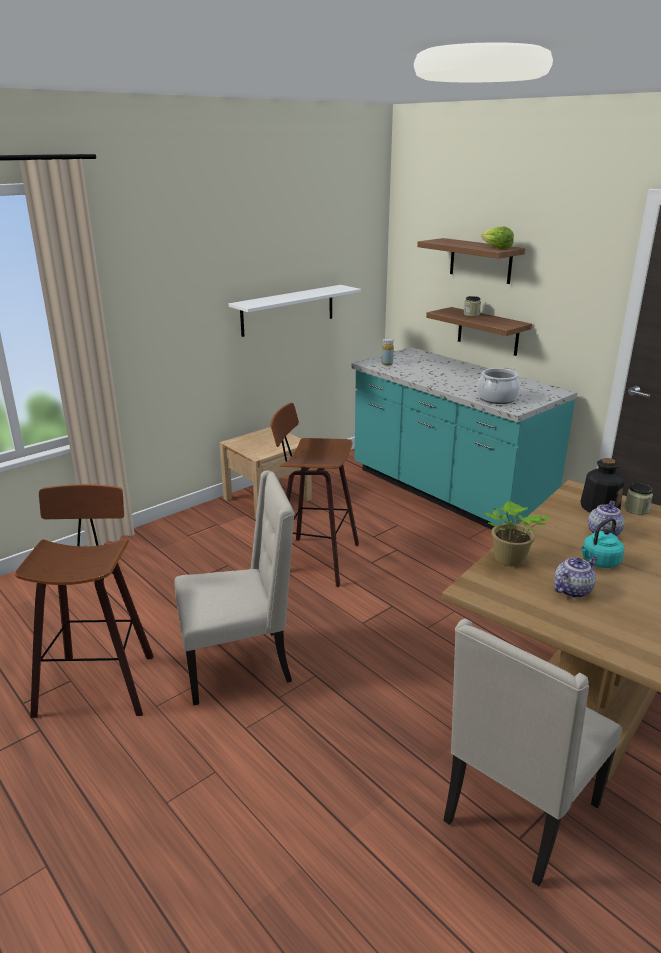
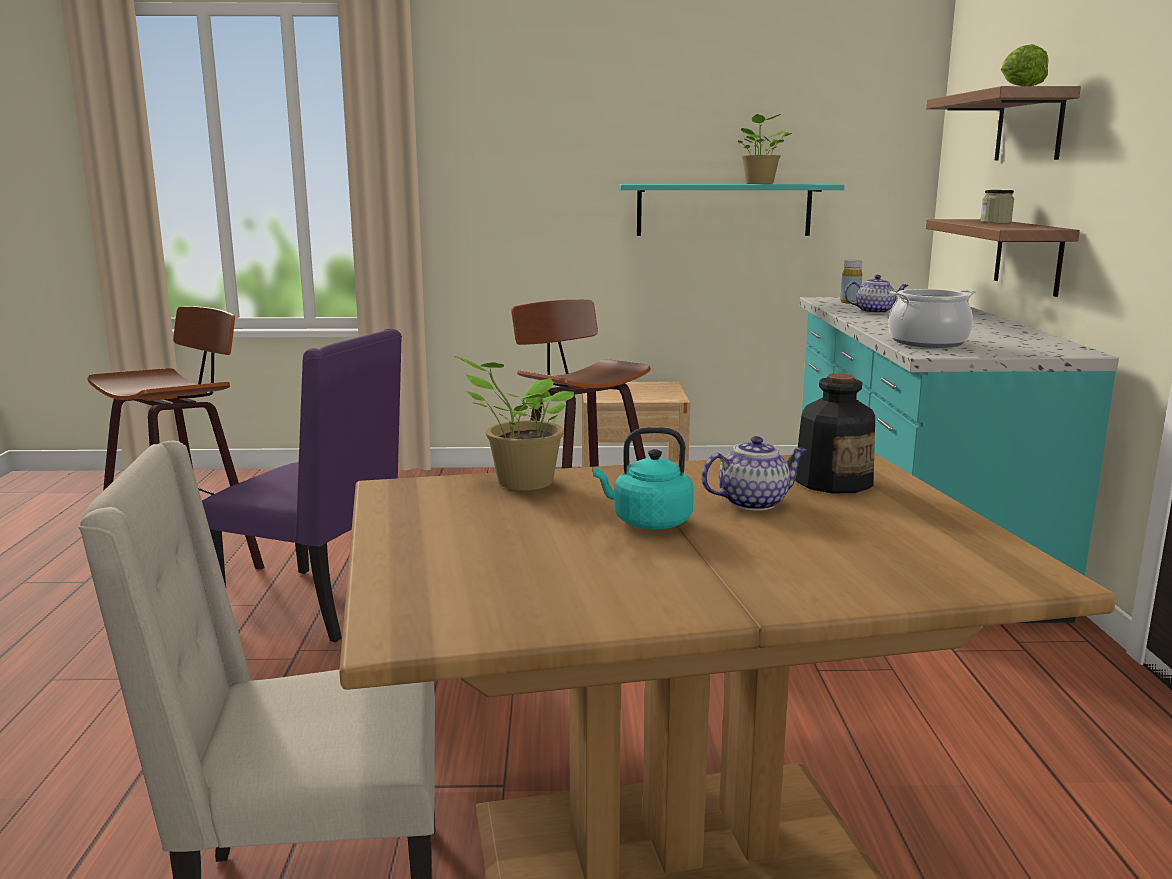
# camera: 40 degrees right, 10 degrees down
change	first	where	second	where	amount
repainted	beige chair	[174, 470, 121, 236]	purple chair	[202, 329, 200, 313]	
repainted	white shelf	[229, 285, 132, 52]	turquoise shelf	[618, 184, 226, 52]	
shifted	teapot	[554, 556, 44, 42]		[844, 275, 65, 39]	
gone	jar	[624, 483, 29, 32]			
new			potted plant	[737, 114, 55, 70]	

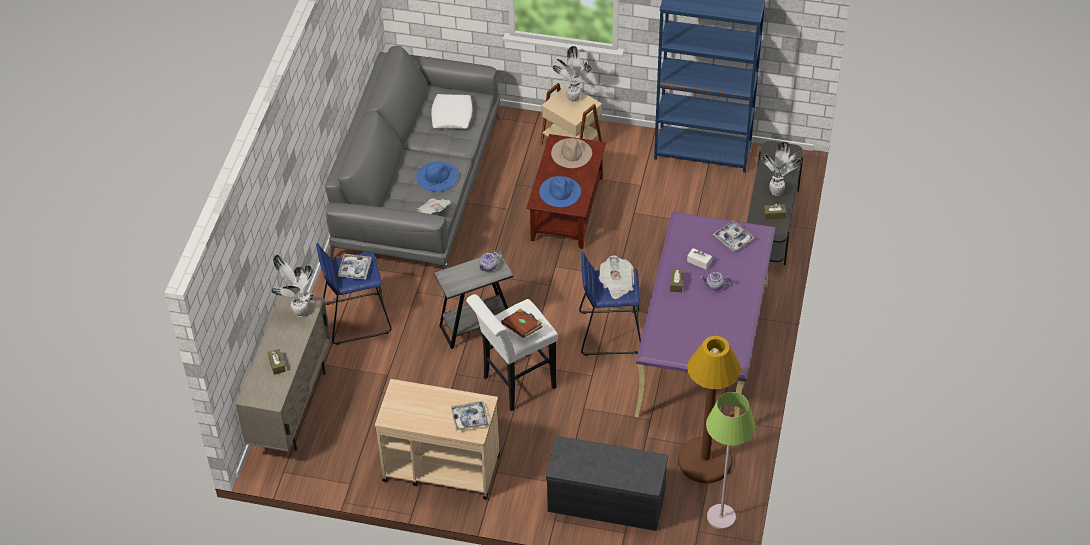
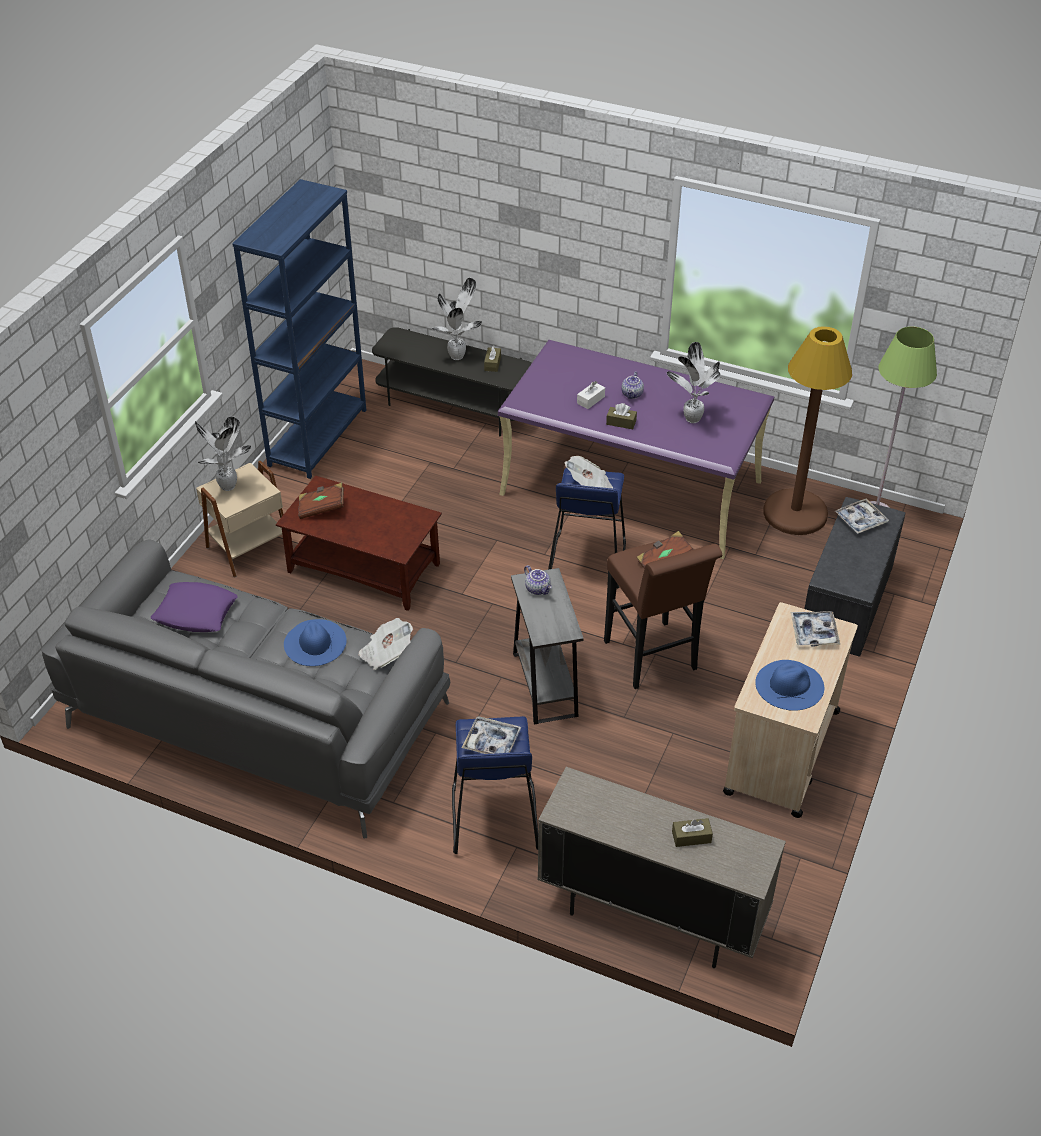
# camera: 80 degrees left, 5 degrees down
change	first	where	second	where	amount
shifted	potted plant	[271, 255, 43, 62]		[667, 342, 54, 81]	
repainted	white pillow	[431, 94, 41, 35]	purple pillow	[151, 582, 87, 50]	
repainted	white stool	[466, 294, 92, 117]	brown stool	[604, 540, 119, 149]	
shifted	blue hat	[539, 176, 42, 31]		[755, 660, 69, 51]	
swapped	beige hat	[551, 138, 41, 30]	brown book	[298, 483, 46, 36]	
shifted	tray	[713, 221, 42, 31]		[834, 499, 55, 35]	

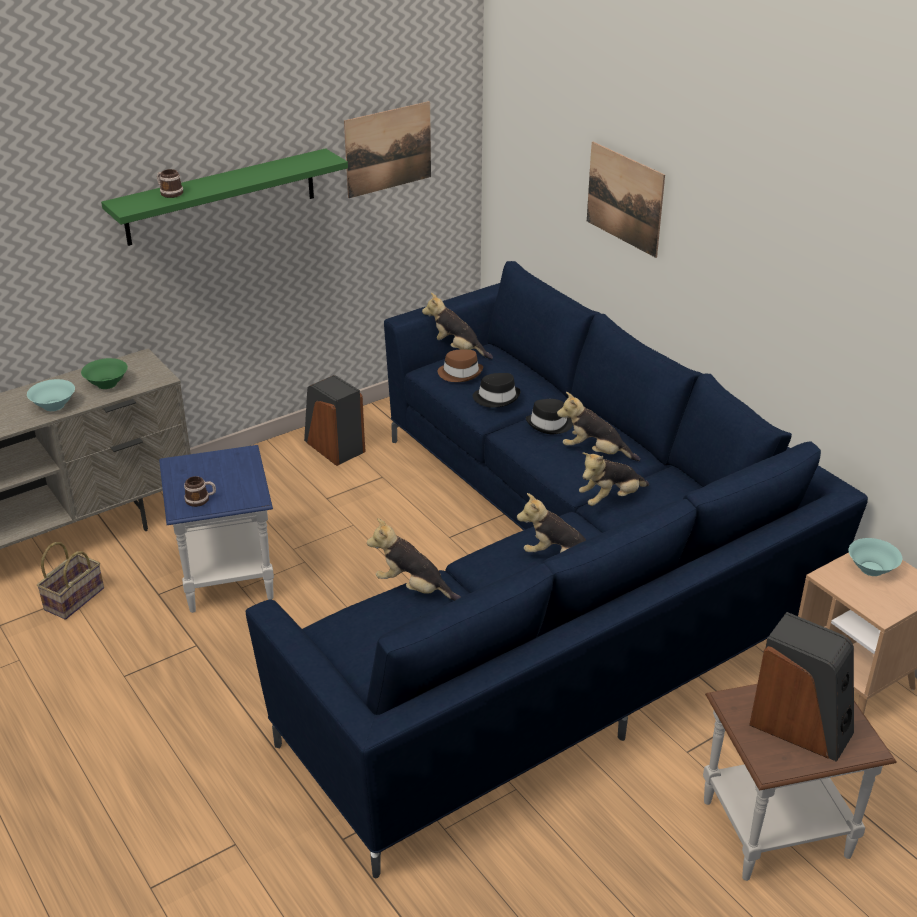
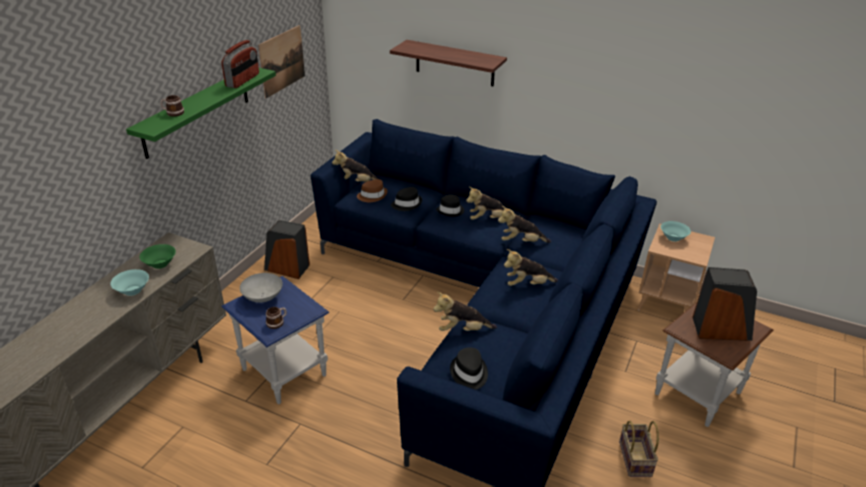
# camera: 30 degrees left, 0 degrees up
change	first	where	second	where	amount
shifted	basket	[37, 542, 67, 78]		[619, 421, 40, 56]	
rotated	plush toy	[579, 452, 70, 54]		[498, 206, 53, 37]	60 degrees clockwise
swapped	picture	[587, 142, 78, 116]	shelf	[390, 40, 117, 46]	
new			radio	[222, 40, 37, 48]	
new			grey bowl	[240, 273, 43, 30]	
new			black hat	[450, 347, 38, 43]	

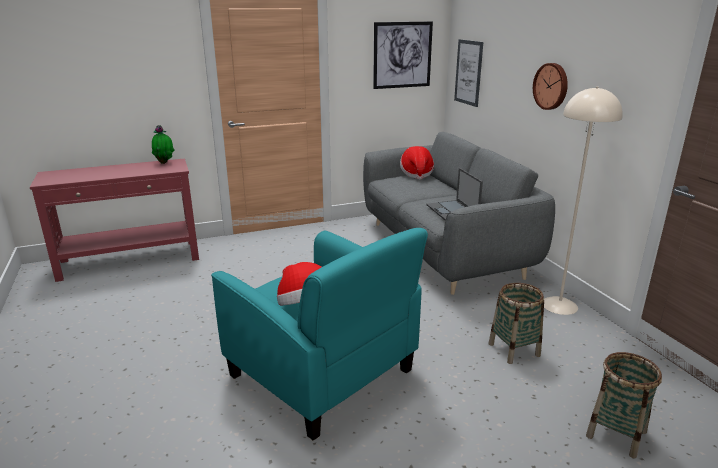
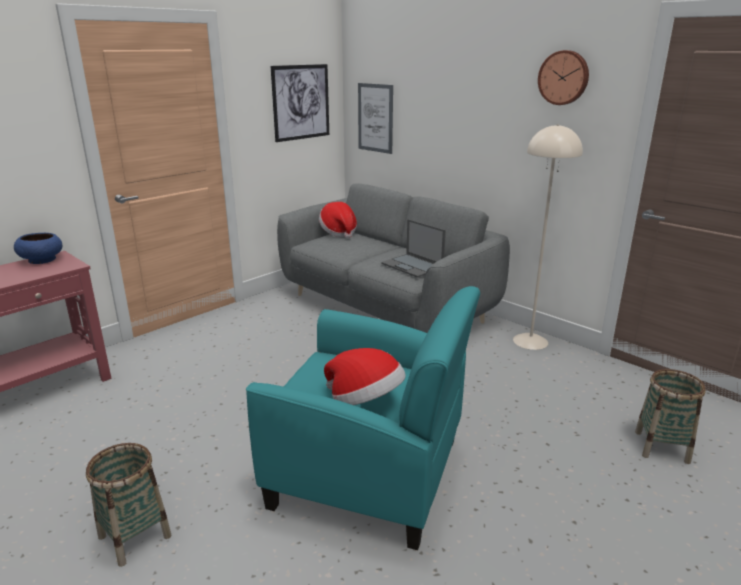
# camera: 25 degrees left, 0 degrees up
change	first	where	second	where	amount
swapped	potted plant	[152, 125, 22, 39]	blue bowl	[14, 233, 48, 31]	
shifted	basket	[488, 283, 56, 81]		[86, 443, 85, 124]	
shifted	wall clock	[533, 63, 35, 47]		[538, 50, 51, 55]	

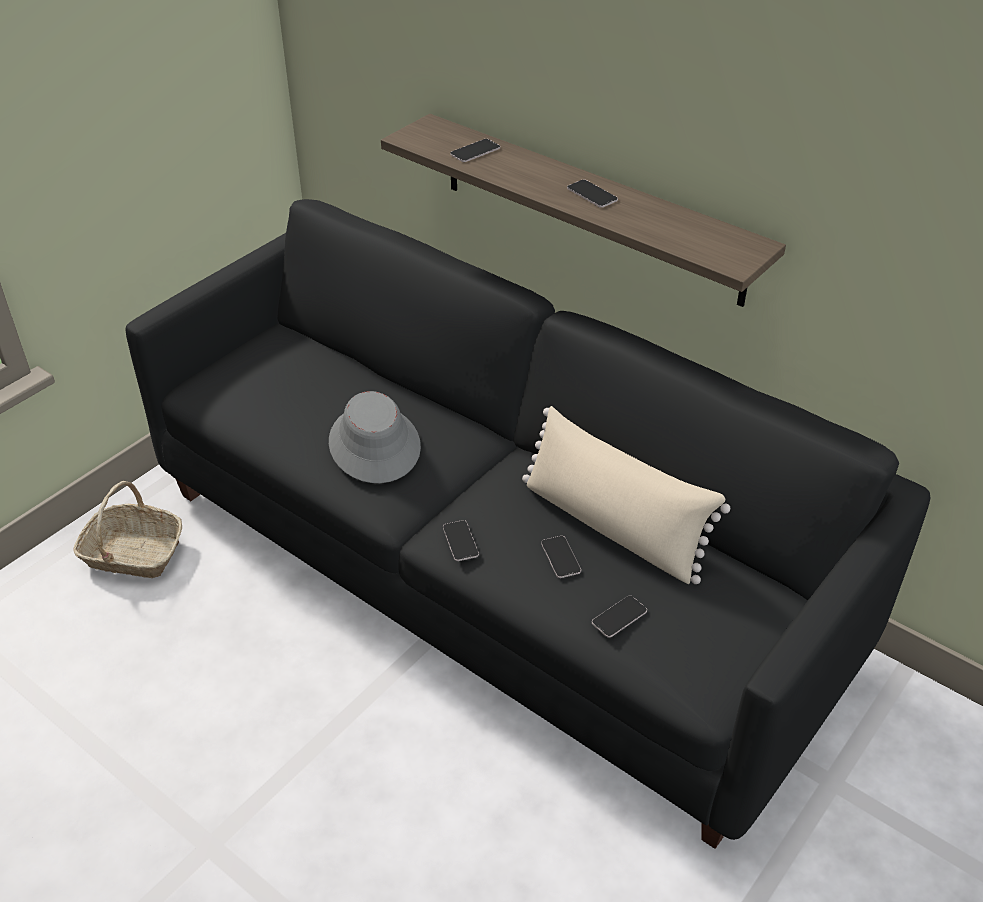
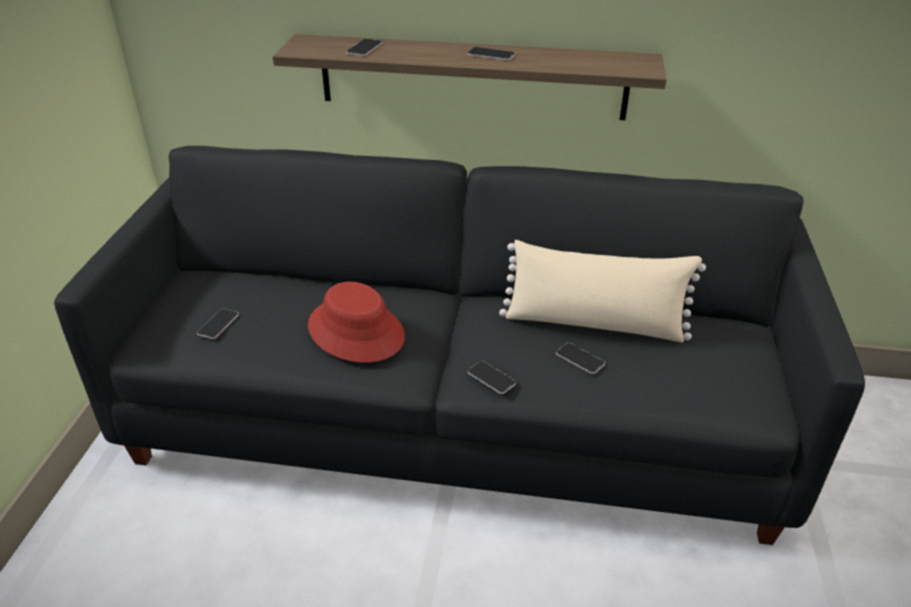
# camera: 30 degrees left, 5 degrees down
change	first	where	second	where	amount
gone	basket	[73, 481, 109, 97]			
repainted	grey hat	[329, 391, 92, 92]	red hat	[308, 282, 97, 81]	
shifted	phone	[592, 595, 55, 43]		[197, 308, 42, 31]	

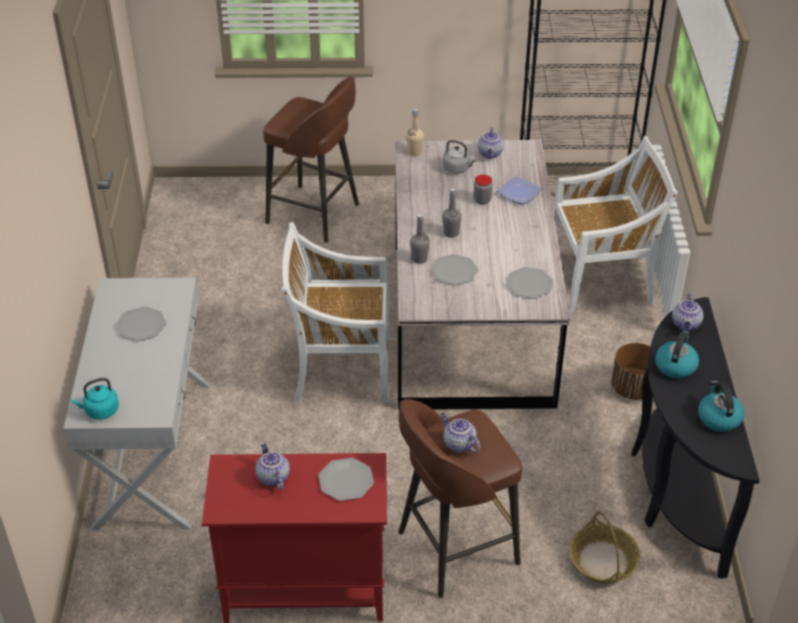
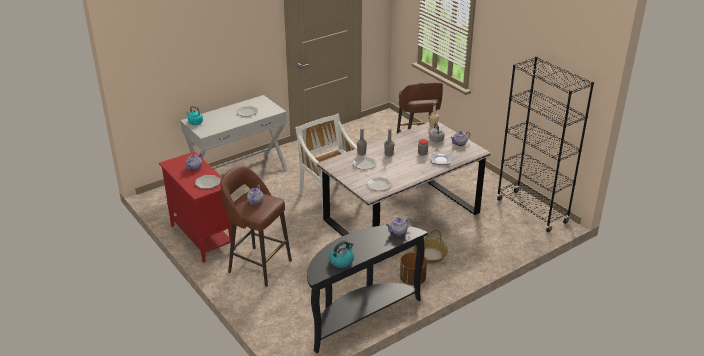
# camera: 55 degrees right, 10 degrees down
change	first	where	second	where	amount
gone	white chair	[553, 136, 125, 178]			
shifted	basket	[569, 511, 71, 72]		[413, 230, 35, 34]	
gone	kettle	[655, 331, 44, 48]			

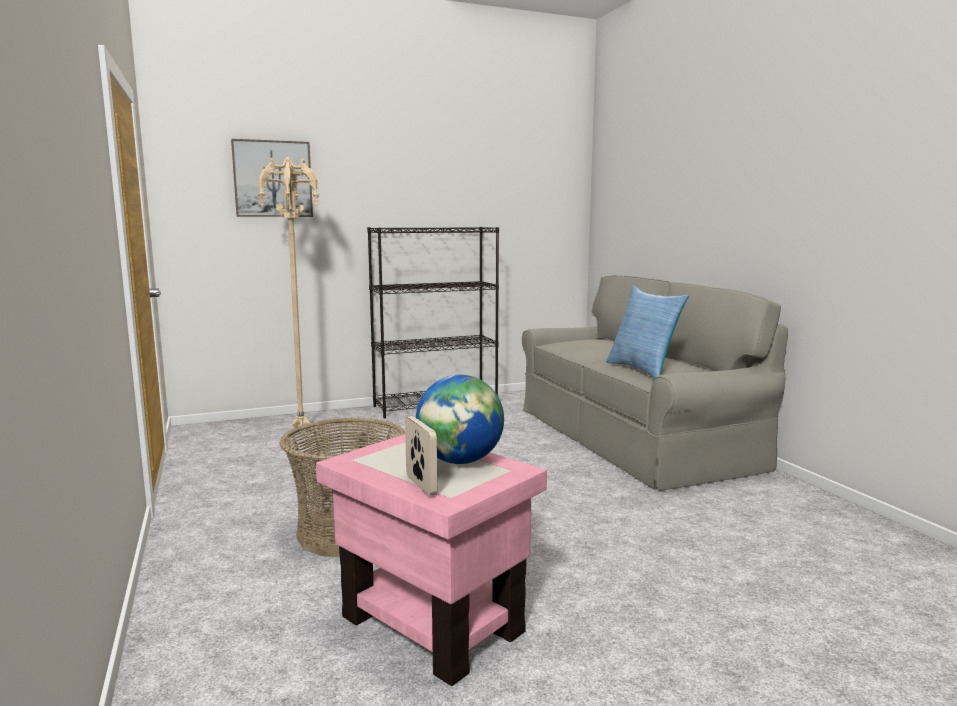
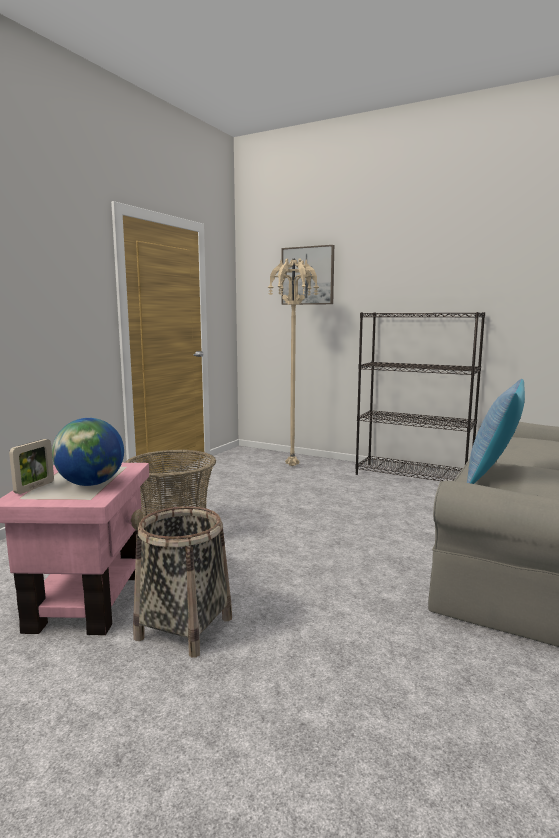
# camera: 50 degrees right, 0 degrees up
change	first	where	second	where	amount
new			basket	[133, 506, 99, 151]	

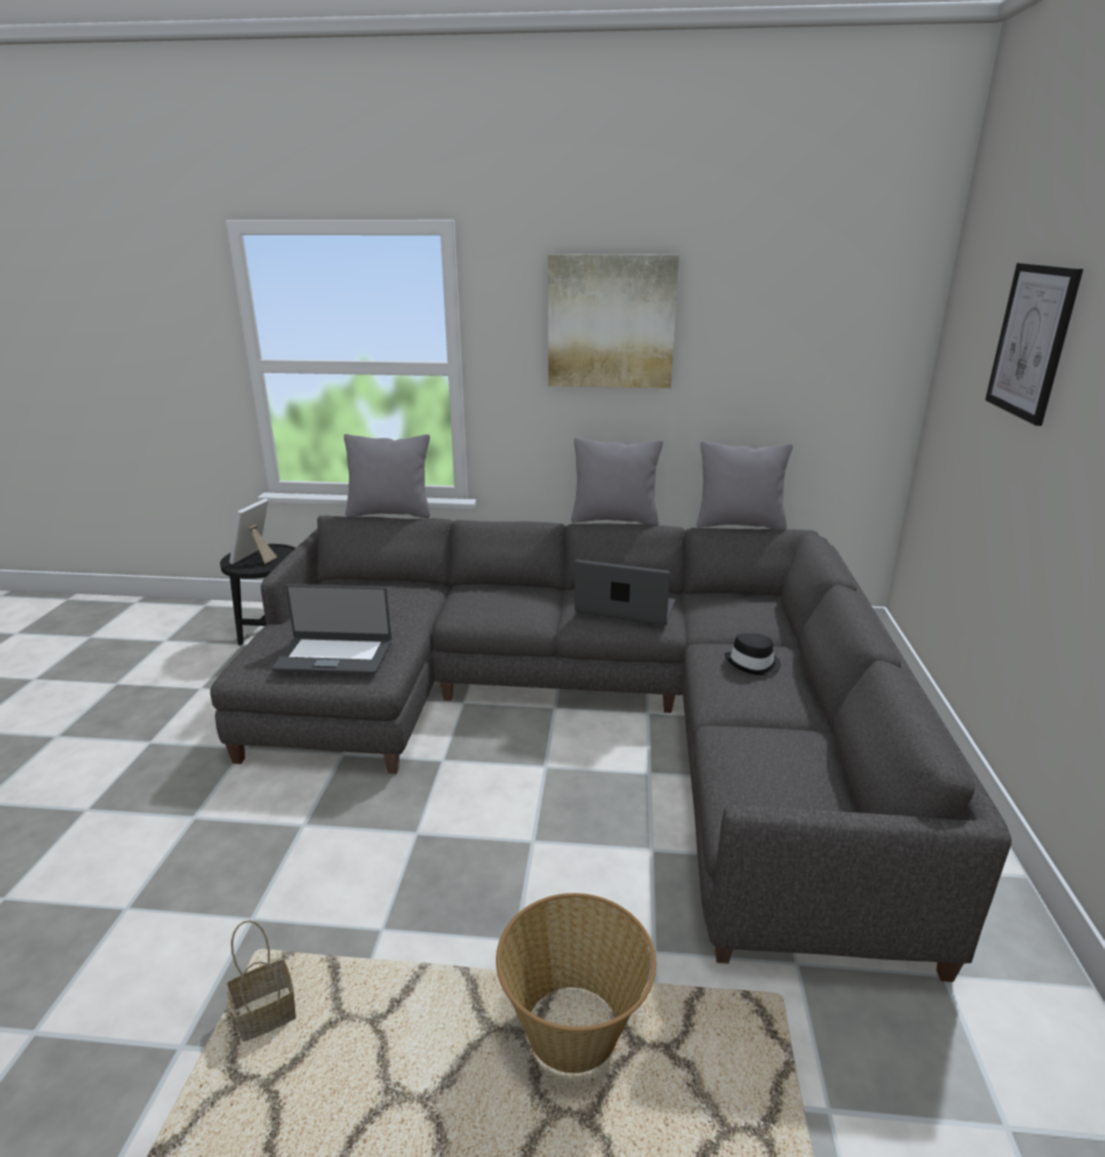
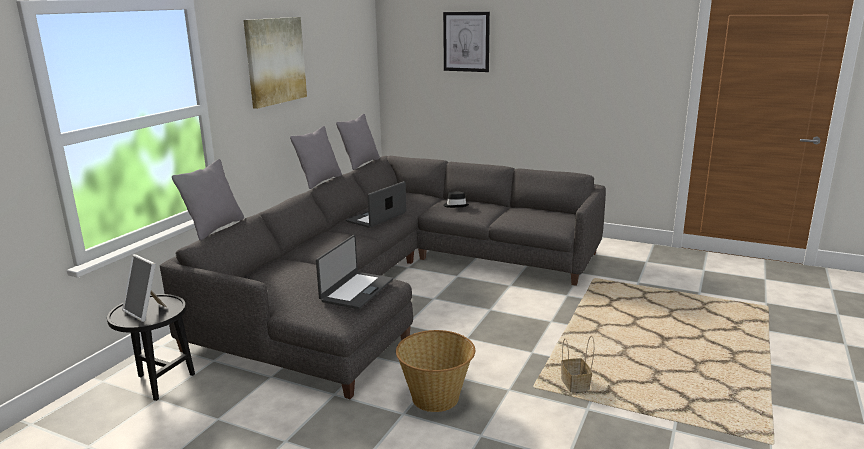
# camera: 70 degrees left, 5 degrees down
change	first	where	second	where	amount
shifted	basket	[496, 893, 160, 180]		[396, 330, 79, 82]	

